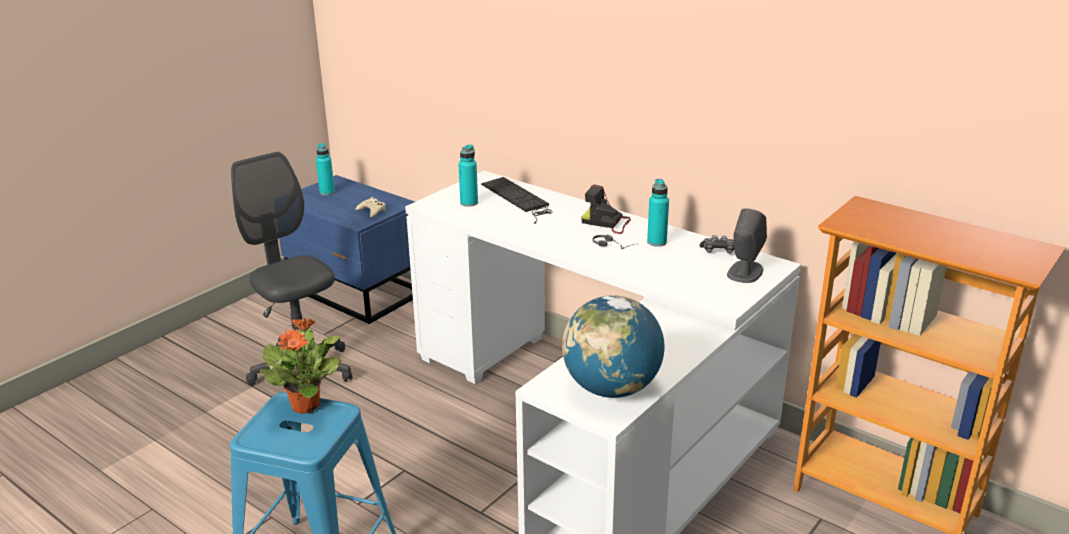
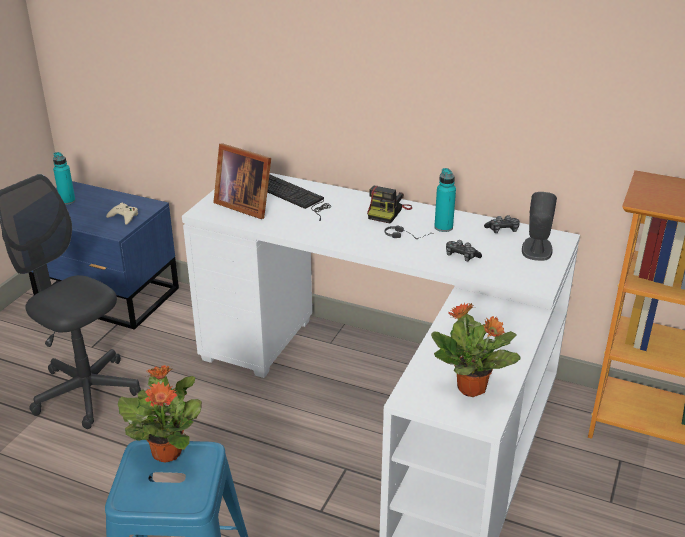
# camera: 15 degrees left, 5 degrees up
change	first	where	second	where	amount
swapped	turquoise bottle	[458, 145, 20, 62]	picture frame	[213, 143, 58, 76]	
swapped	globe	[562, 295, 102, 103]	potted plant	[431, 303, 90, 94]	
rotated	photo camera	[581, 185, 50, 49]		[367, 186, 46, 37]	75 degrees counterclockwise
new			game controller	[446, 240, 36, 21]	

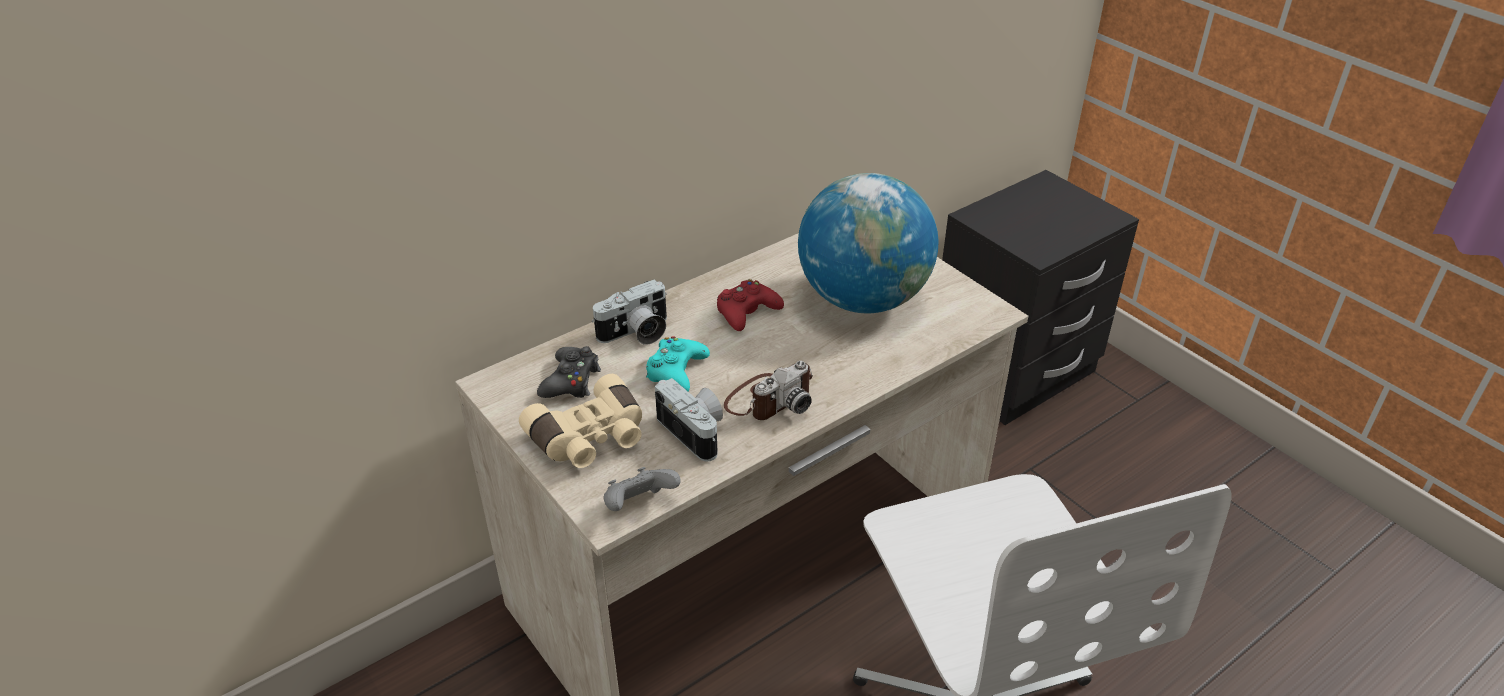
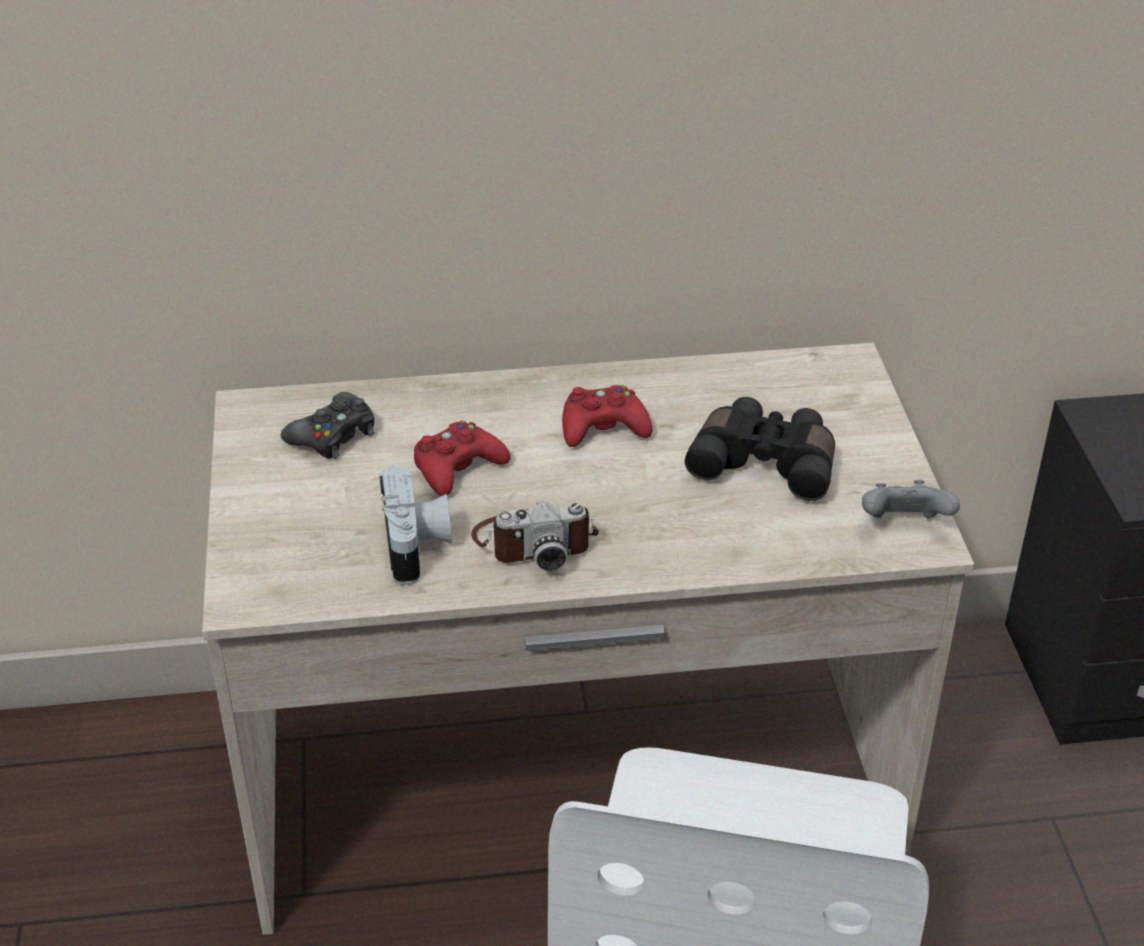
# camera: 30 degrees right, 0 degrees up
change	first	where	second	where	amount
gone	beige binoculars	[519, 374, 123, 94]			
gone	photo camera	[592, 279, 75, 66]			
shifted	grey game controller	[604, 467, 77, 44]		[862, 480, 98, 39]	
repainted	turquoise game controller	[646, 336, 64, 55]	red game controller	[414, 421, 96, 75]	
swapped	globe	[798, 173, 140, 140]	black binoculars	[685, 397, 150, 104]	

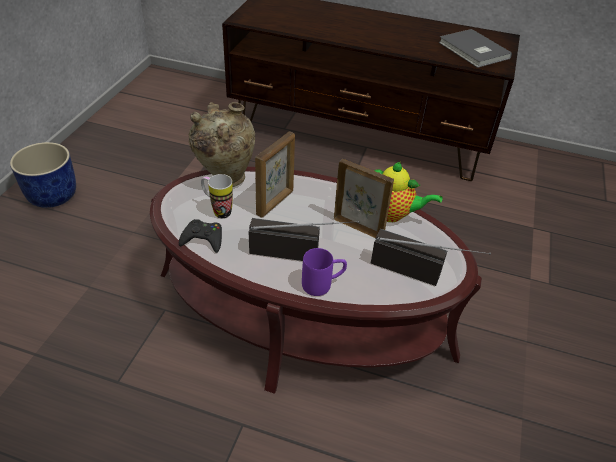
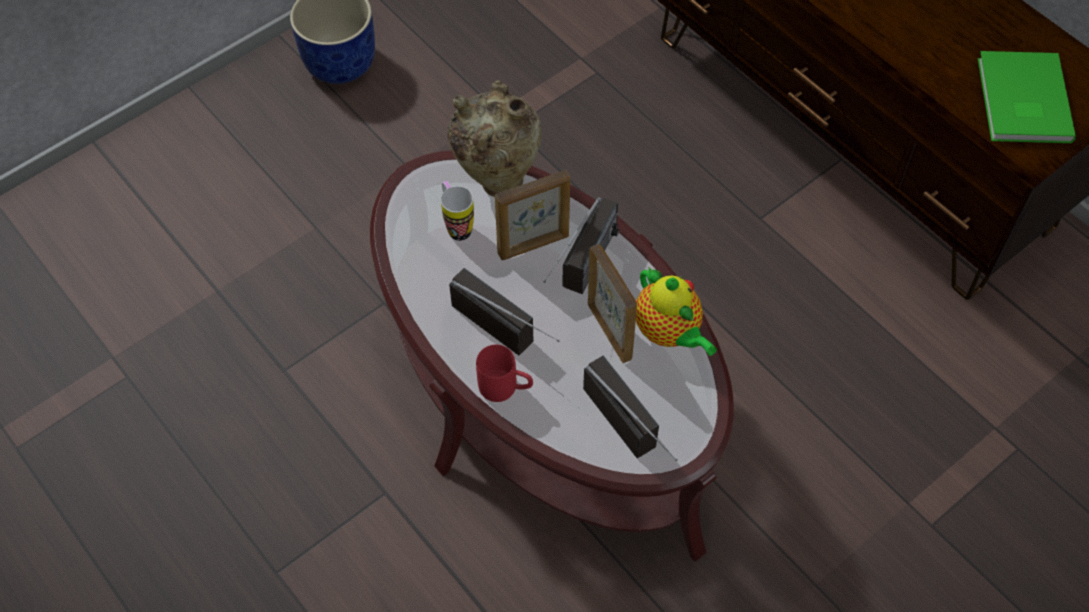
# camera: 35 degrees right, 15 degrees up
change	first	where	second	where	amount
gone	black game controller	[179, 219, 43, 34]			
repainted	purple mug	[302, 248, 45, 48]	red mug	[476, 345, 57, 57]	
repainted	grey book	[438, 29, 74, 39]	green book	[978, 51, 98, 92]	
new			radio	[543, 197, 77, 97]	

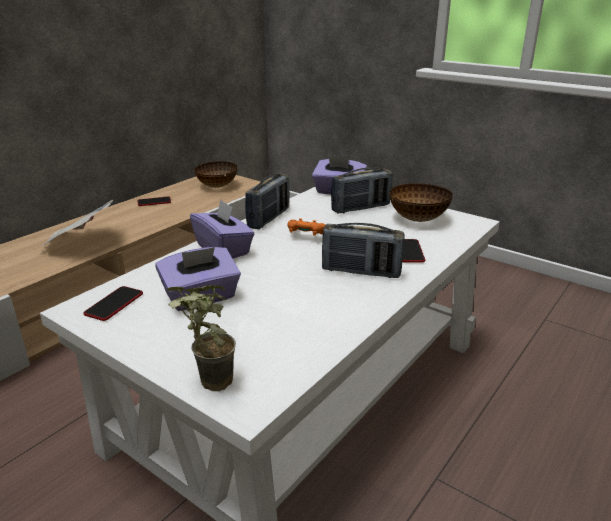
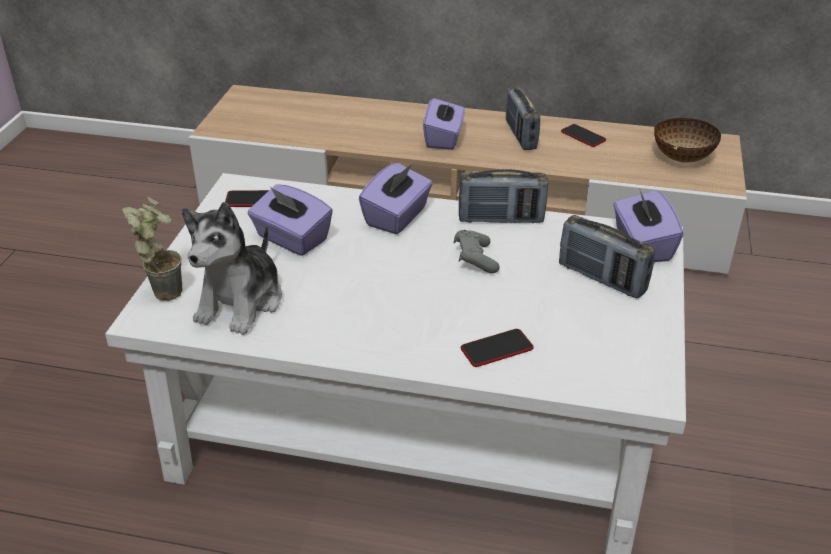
# camera: 65 degrees right, 10 degrees up
change	first	where	second	where	amount
swapped	newspaper	[42, 199, 72, 47]	purple tissue box	[423, 98, 42, 52]	
repainted	orange game controller	[287, 218, 39, 18]	grey game controller	[453, 230, 47, 44]	
shifted	radio	[322, 223, 83, 55]		[506, 87, 34, 63]	
gone	bowl	[389, 183, 64, 39]			
new			plush toy	[182, 202, 100, 133]	

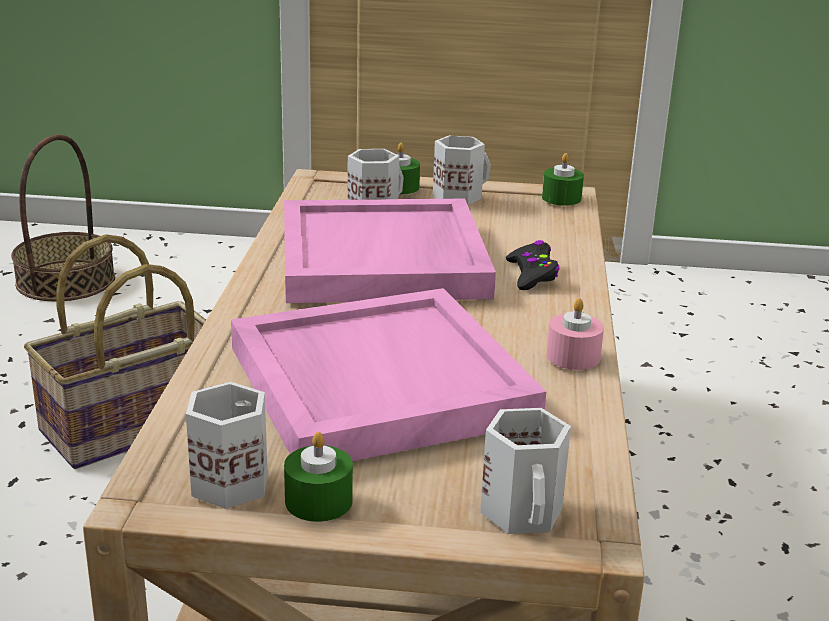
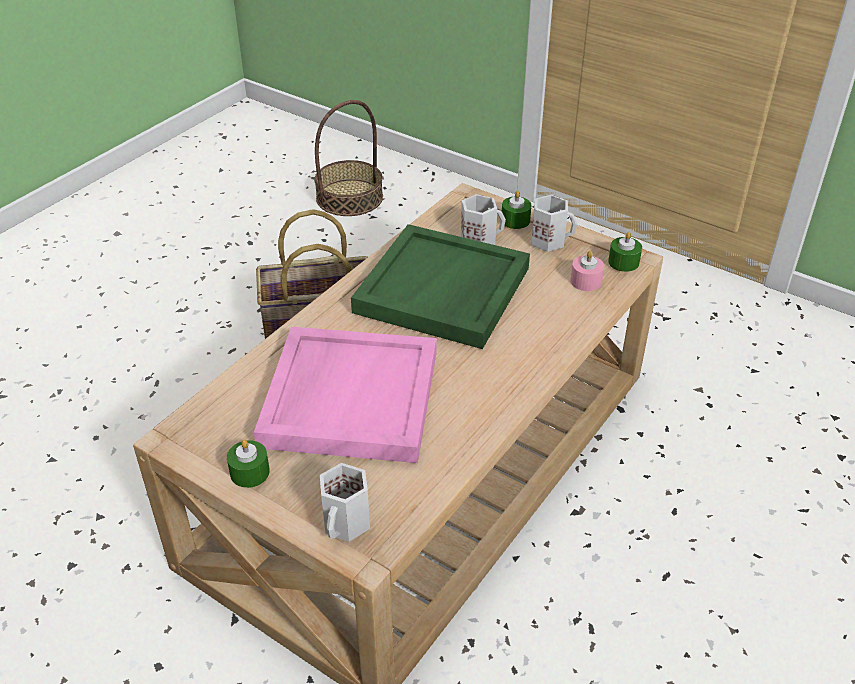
# camera: 30 degrees right, 15 degrees up
change	first	where	second	where	amount
gone	white mug	[186, 382, 81, 127]			
repainted	pink tray	[284, 199, 212, 104]	green tray	[351, 224, 179, 125]	
gone	black game controller	[506, 240, 53, 50]			
shifted	pink candle	[547, 298, 57, 72]		[570, 250, 34, 41]	

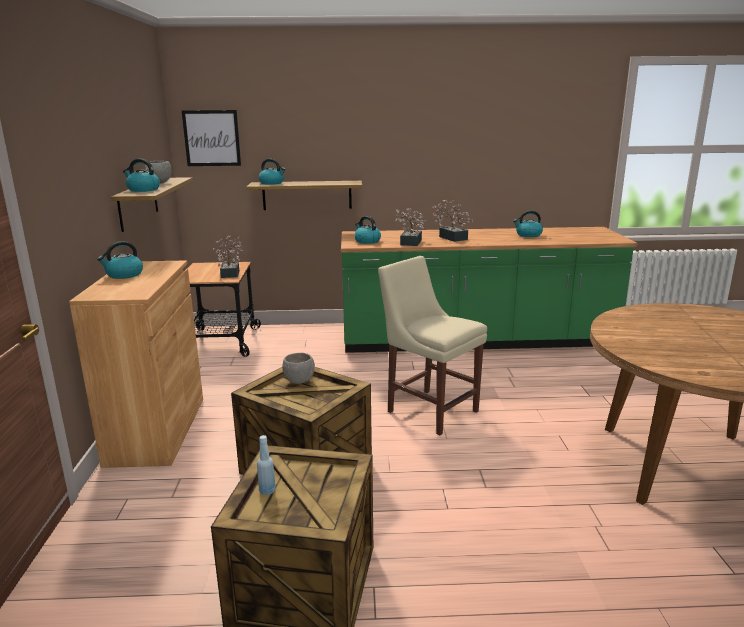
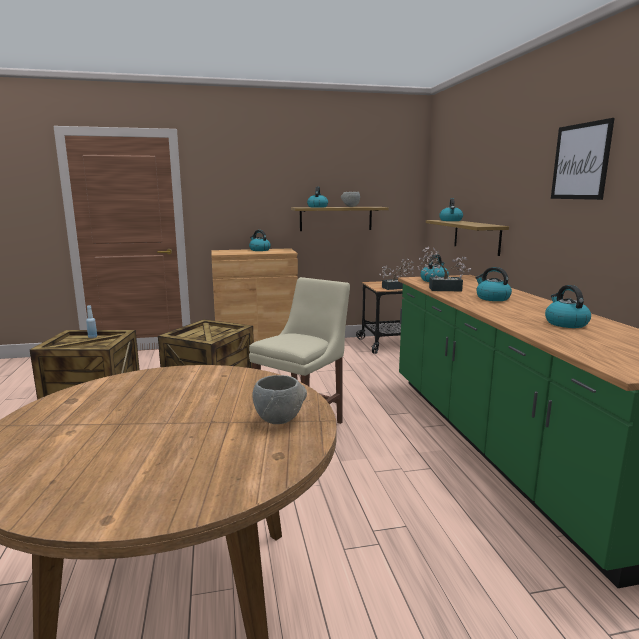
# camera: 80 degrees right, 5 degrees down
change	first	where	second	where	amount
shifted	picture	[182, 110, 59, 56]		[551, 118, 63, 82]	
shifted	grey bowl	[282, 353, 33, 31]		[253, 375, 54, 49]	
swapped	potted plant	[432, 199, 42, 43]	kettle	[475, 267, 37, 34]	

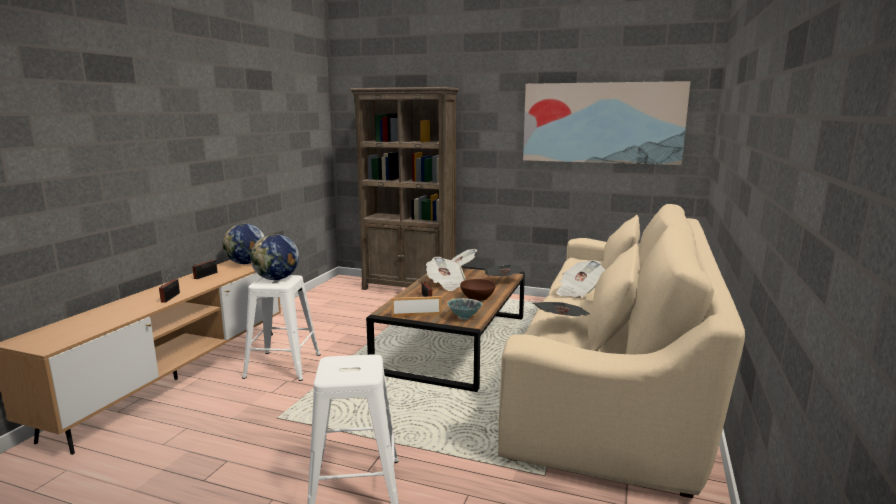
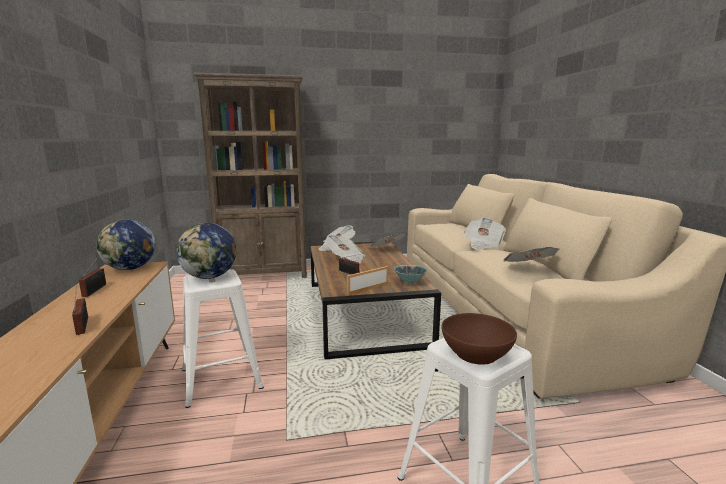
# camera: 30 degrees left, 0 degrees up
change	first	where	second	where	amount
shifted	brown bowl	[460, 279, 36, 22]		[442, 313, 75, 52]	
gone	picture	[523, 81, 167, 84]			

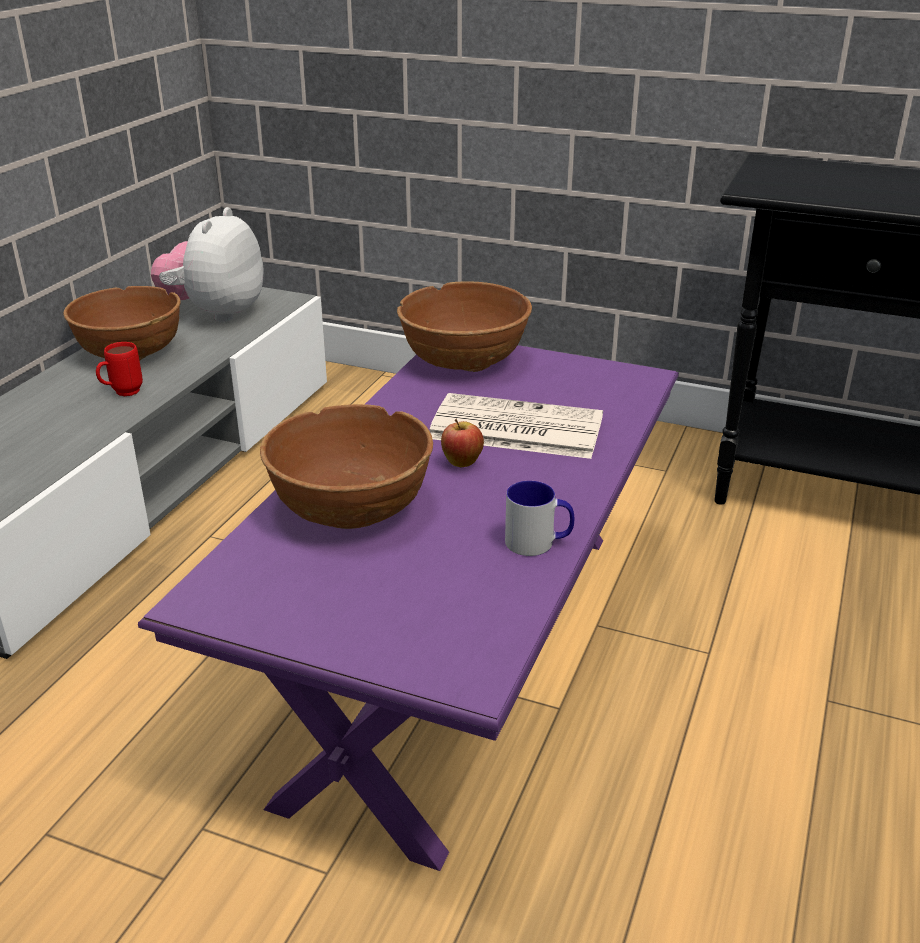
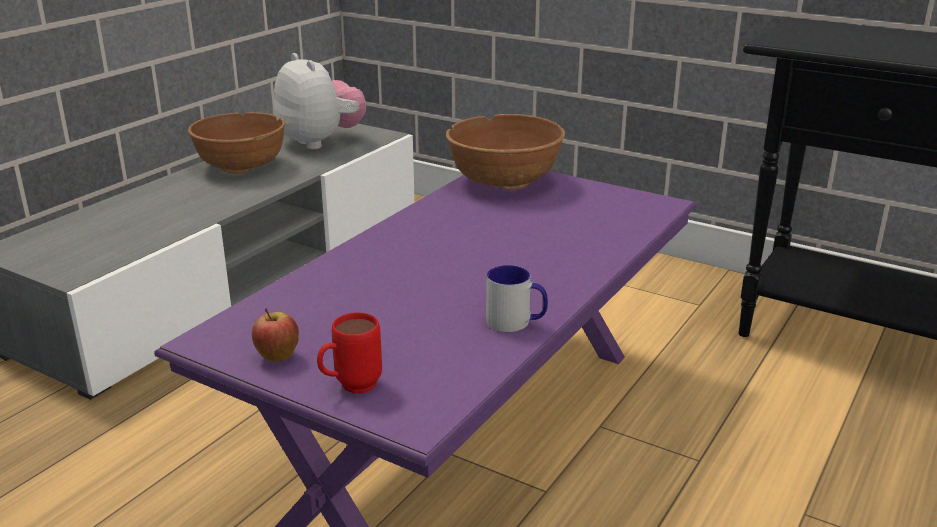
# camera: 10 degrees right, 5 degrees down
change	first	where	second	where	amount
shifted	red mug	[96, 342, 47, 54]		[317, 312, 65, 81]	
rotated	plush toy	[151, 207, 113, 116]		[274, 53, 92, 96]	120 degrees clockwise
gone	brown bowl	[260, 404, 173, 125]			
gone	newspaper	[430, 393, 173, 66]			
shifted	apple	[441, 418, 43, 49]		[252, 308, 47, 54]	

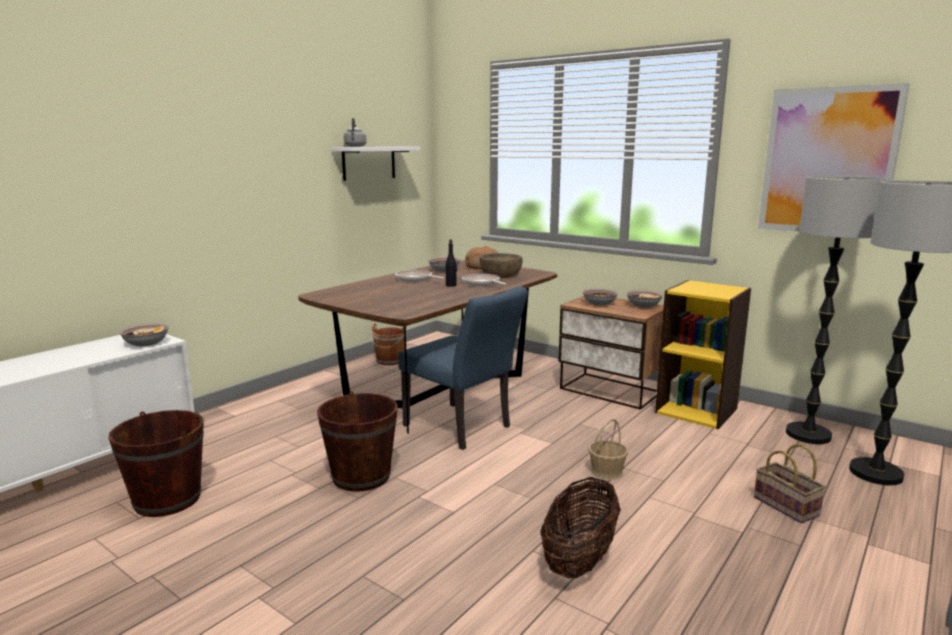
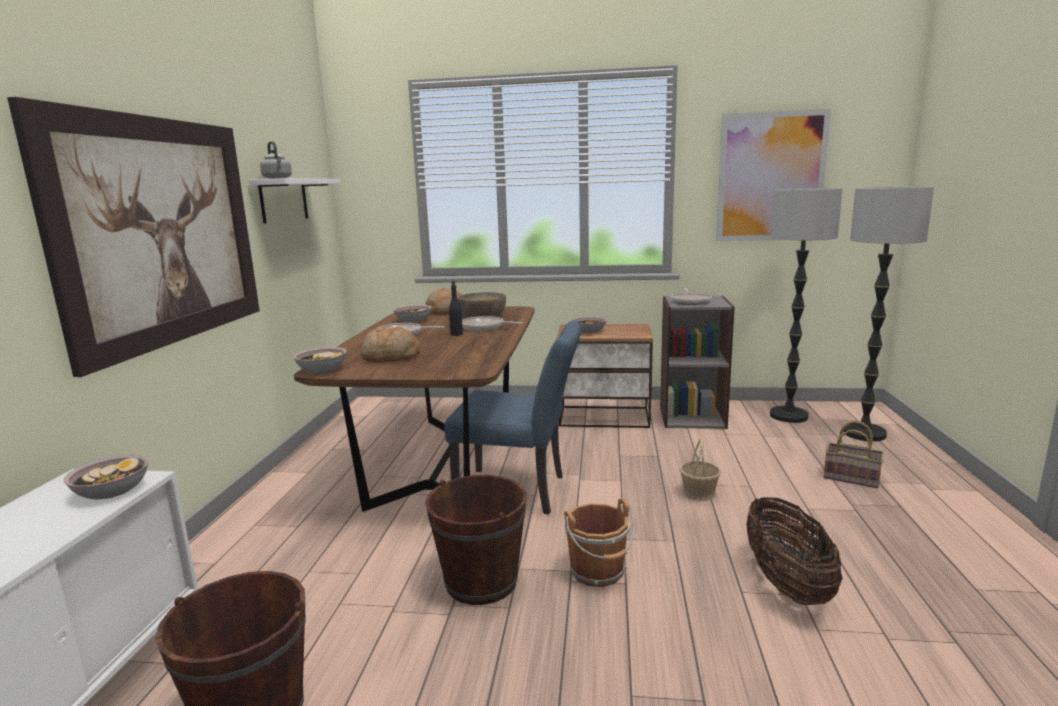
# camera: 30 degrees left, 0 degrees up
change	first	where	second	where	amount
shifted	brown bucket	[370, 323, 37, 42]		[564, 498, 71, 89]	
shifted	bowl	[627, 290, 36, 18]		[293, 347, 54, 26]	
repainted	yellow bookcase	[655, 280, 96, 149]	grey bookcase	[660, 296, 75, 133]	
new			picture	[7, 97, 253, 280]	
new			bread	[361, 327, 59, 35]	
new			frying pan	[671, 288, 41, 17]	

